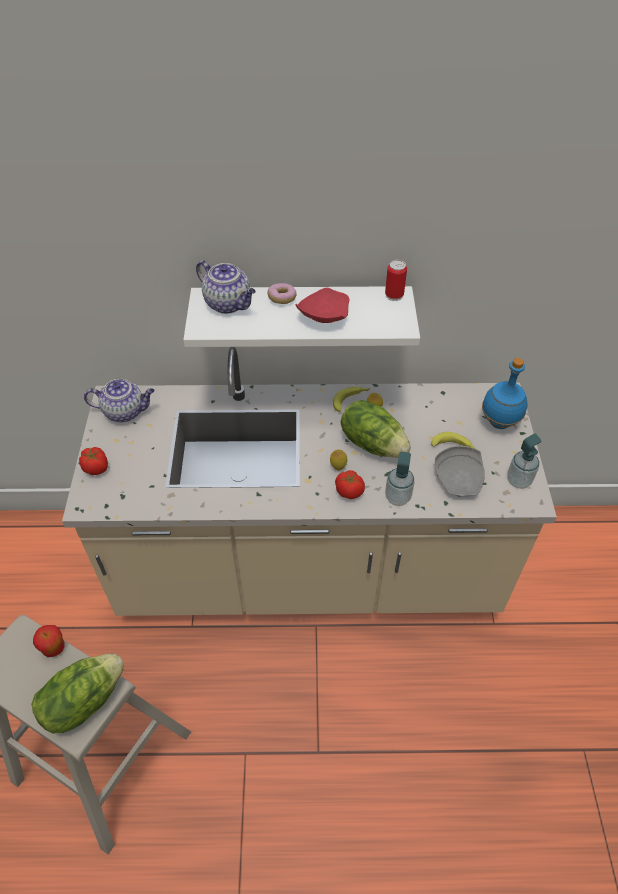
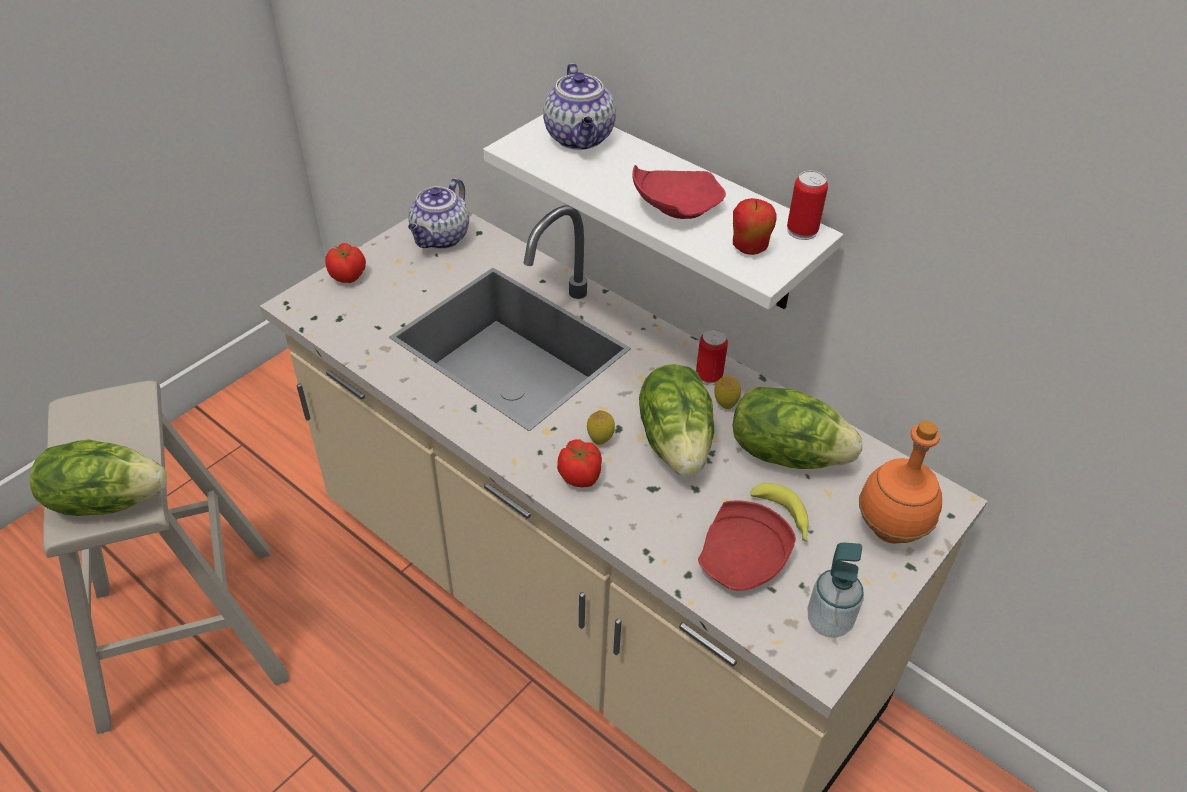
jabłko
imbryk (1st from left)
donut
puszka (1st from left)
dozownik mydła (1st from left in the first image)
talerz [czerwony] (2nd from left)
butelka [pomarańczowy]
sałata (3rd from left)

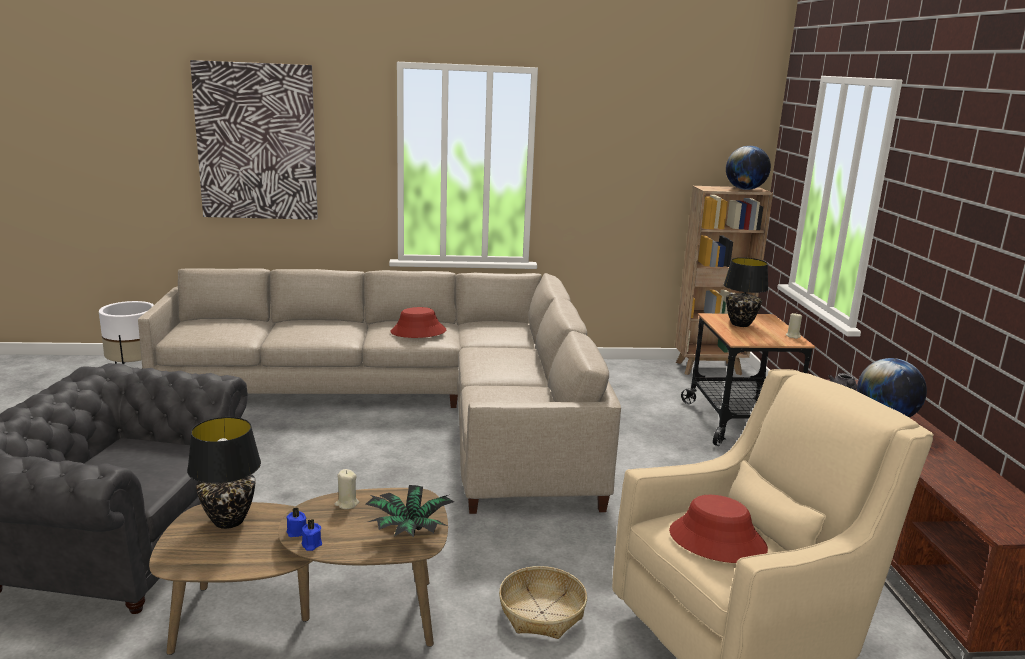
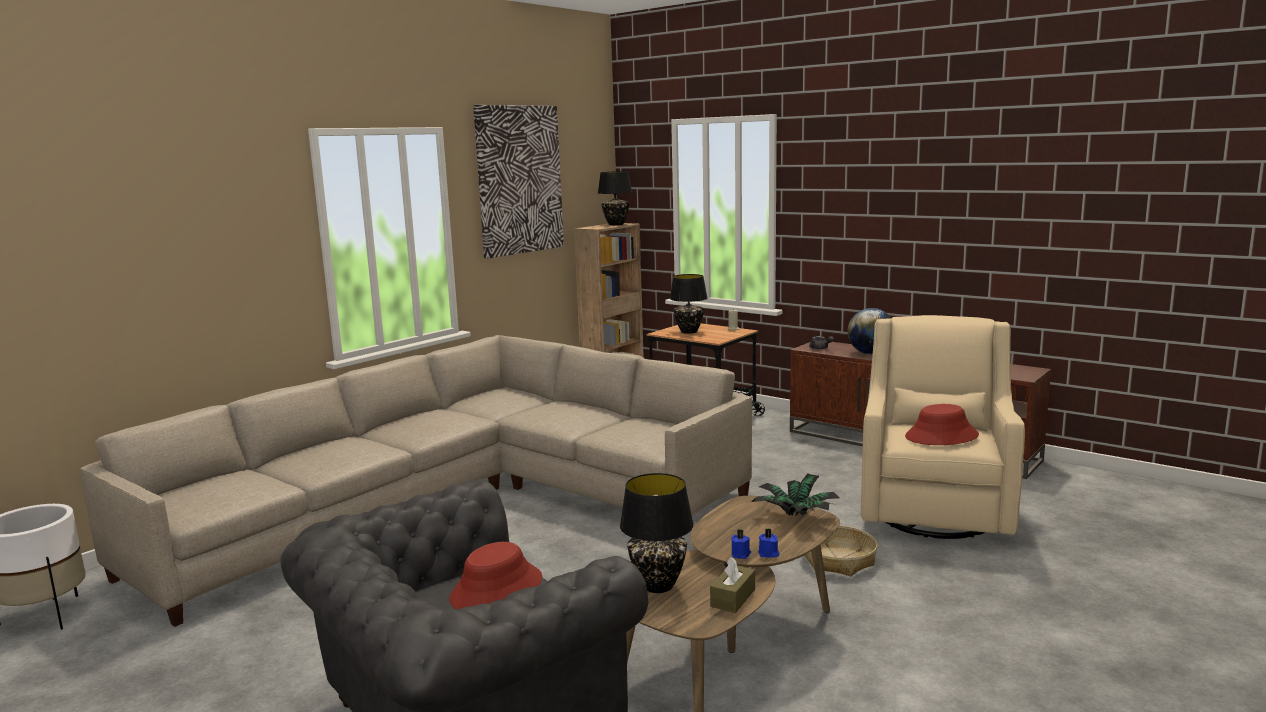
obraz
świeca [beżowy] (1st from left in the first image)
kapelusz [czerwony] (1st from left)
lampa stołowa [czarny] (1st from left)
pudełko chusteczek [brązowy]

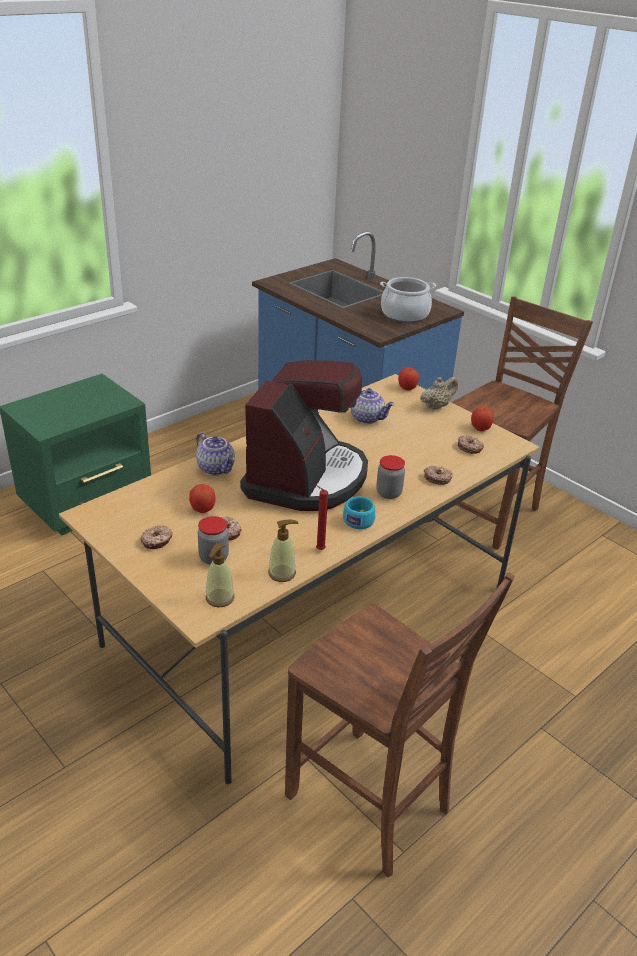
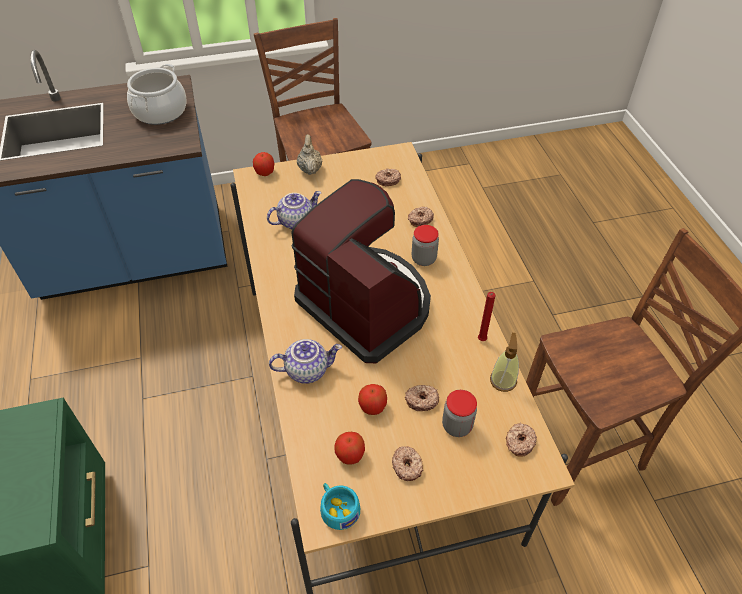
donut (5th from left)
filiżanka [turkusowy]
jabłko (2nd from left)

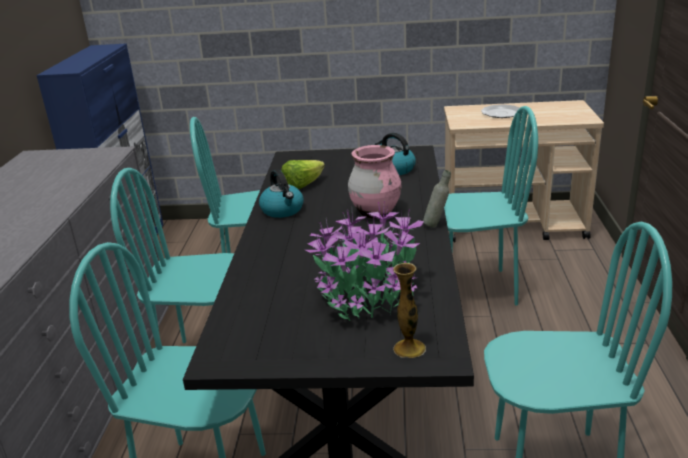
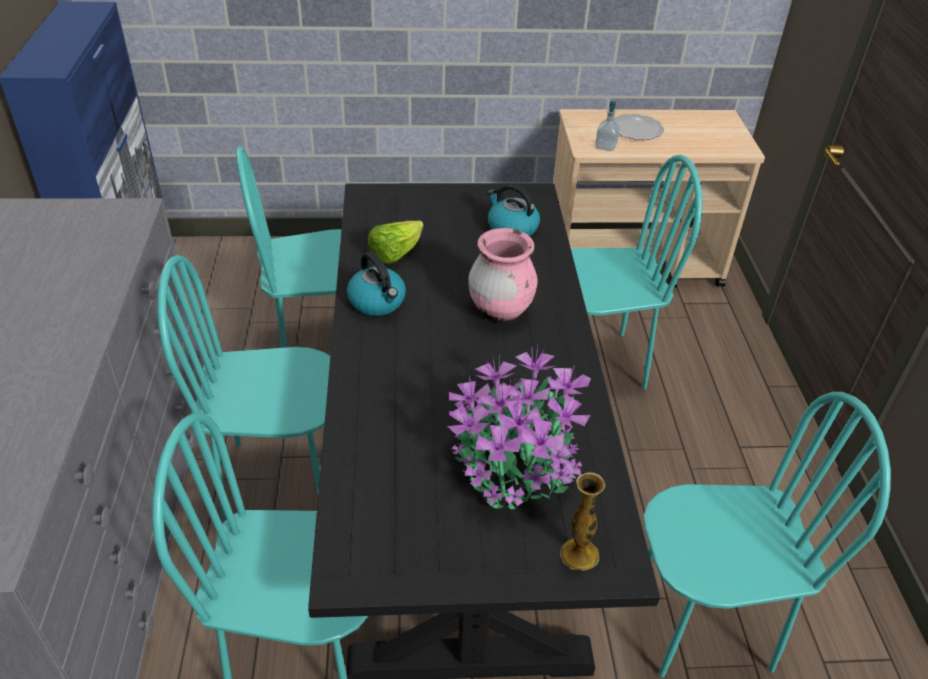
butelka [szary]
dozownik mydła

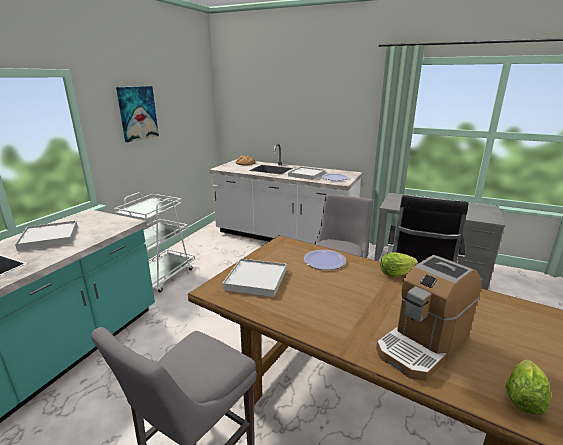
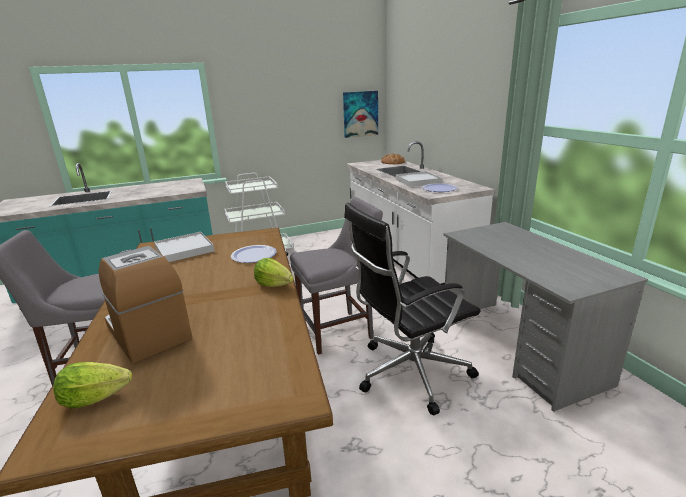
taca [biały] (1st from left in the first image)
obraz
ekspres do kawy

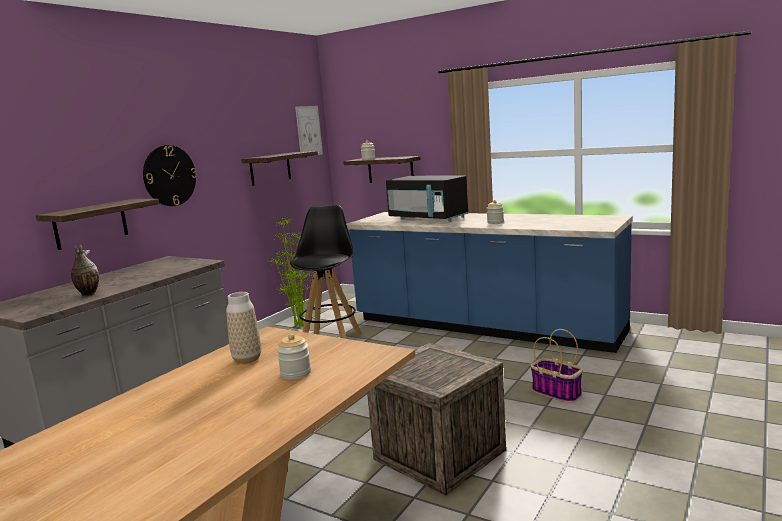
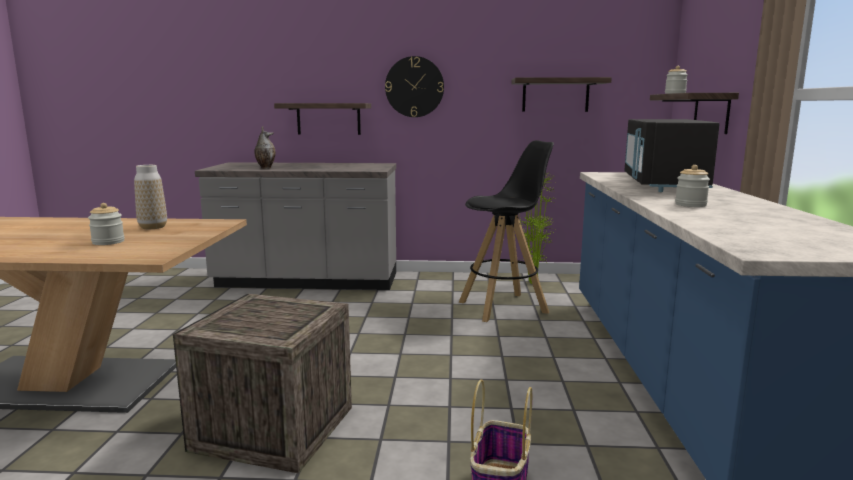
obraz

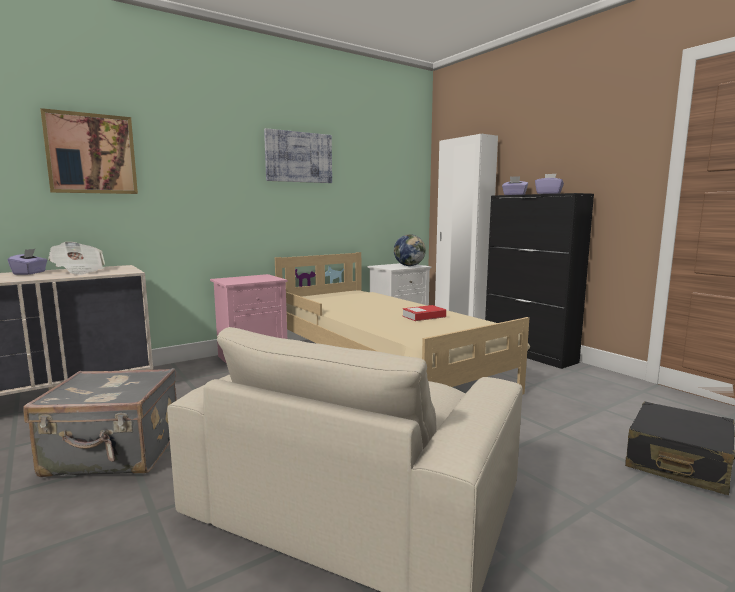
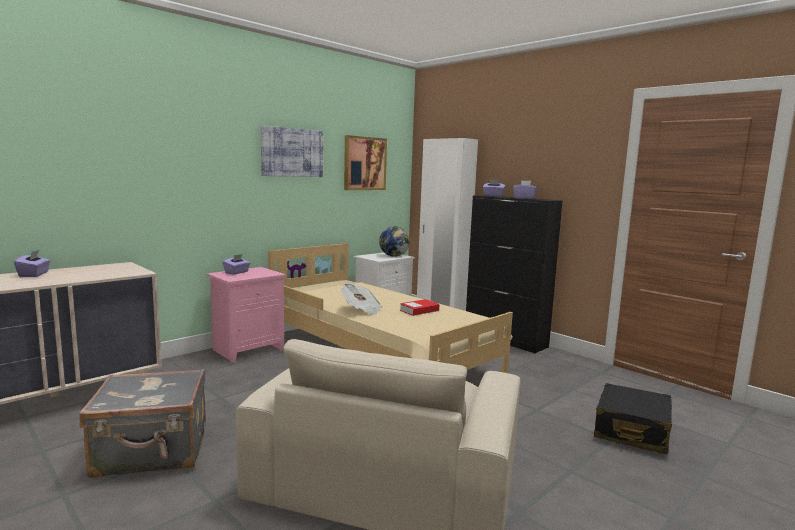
obraz (2nd from left)
gazeta
pudełko chusteczek [fioletowy] (2nd from left)

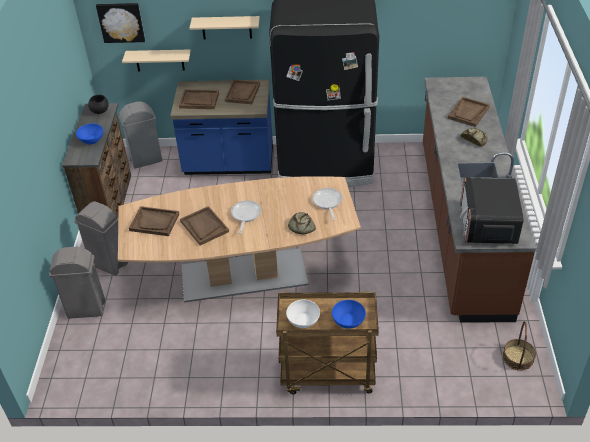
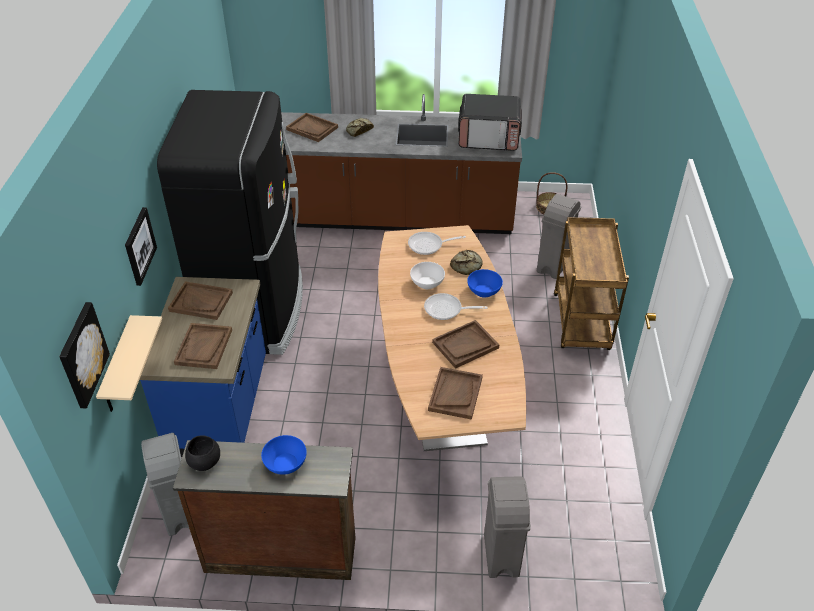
kosz na śmieci [szary] (3rd from left)
obraz (2nd from left)
miska [biały]
miska [niebieski] (2nd from left)

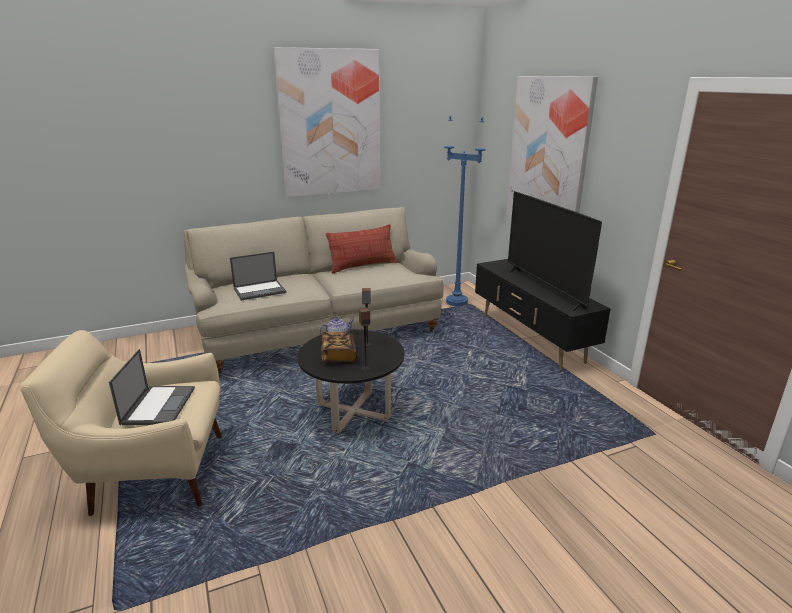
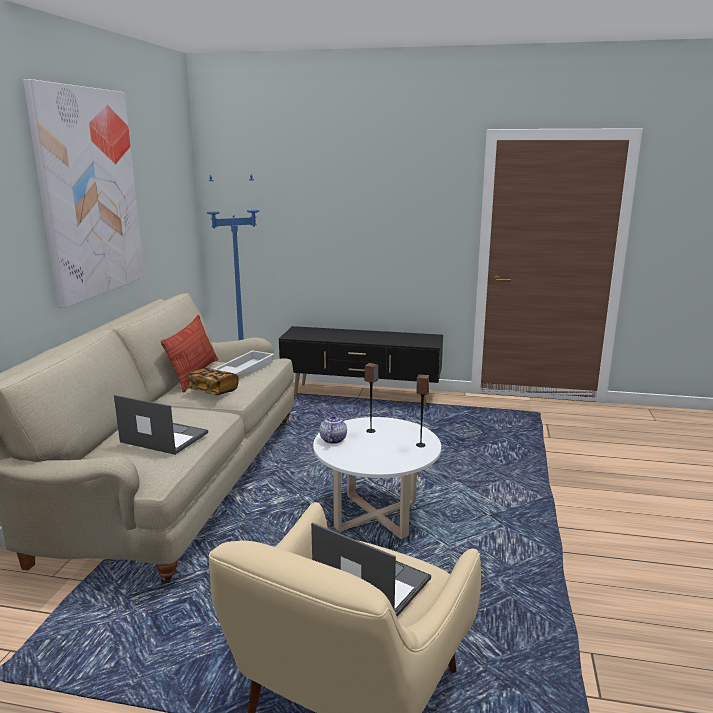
laptop (1st from left)
ława [biały]
książka
obraz (2nd from left in the first image)
telewizor
taca [biały]

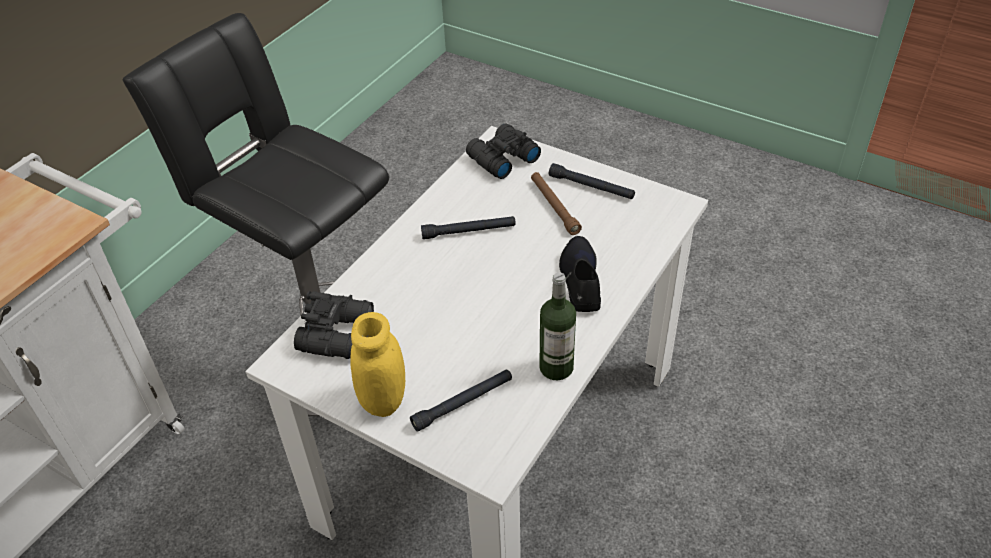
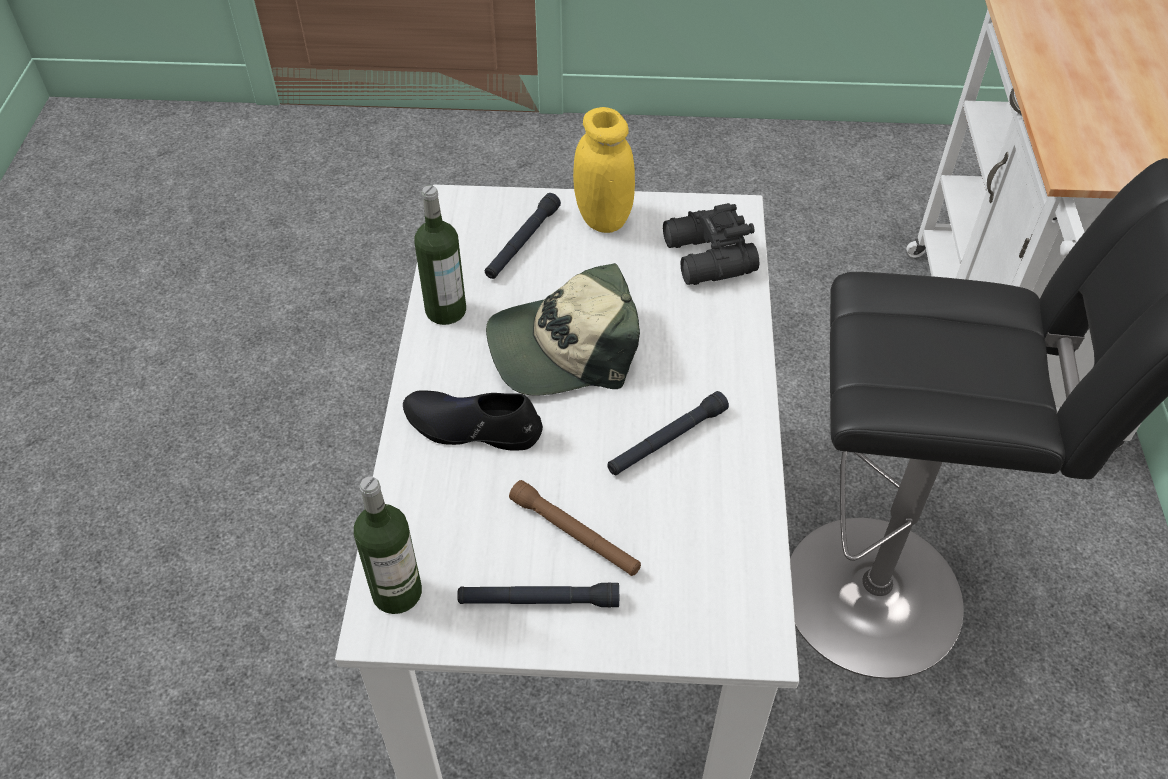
lornetka [czarny] (2nd from left in the first image)
but [czarny]
butelka (1st from left)
czapka z daszkiem

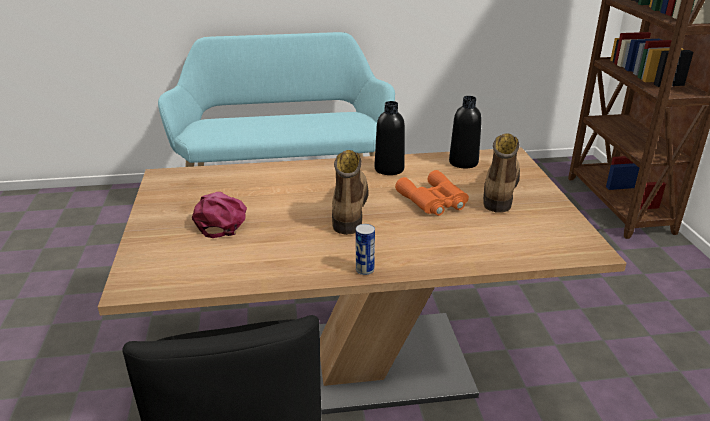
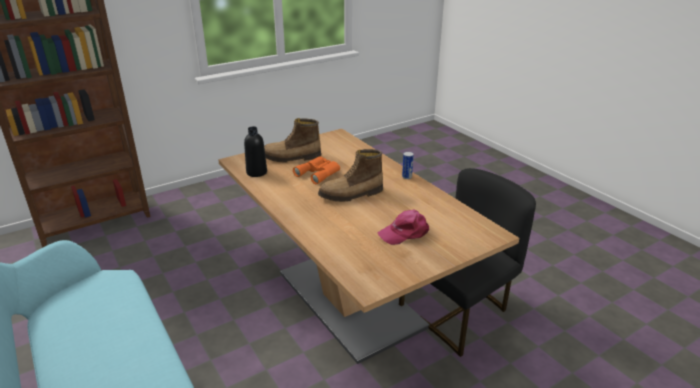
butelka [czarny] (1st from left in the first image)

